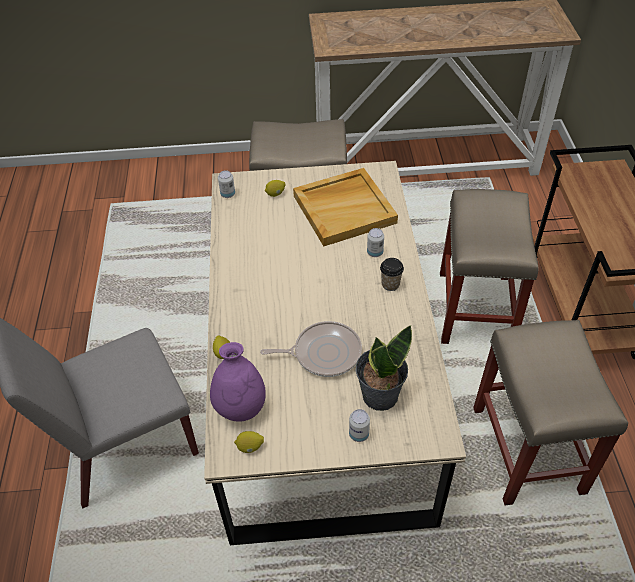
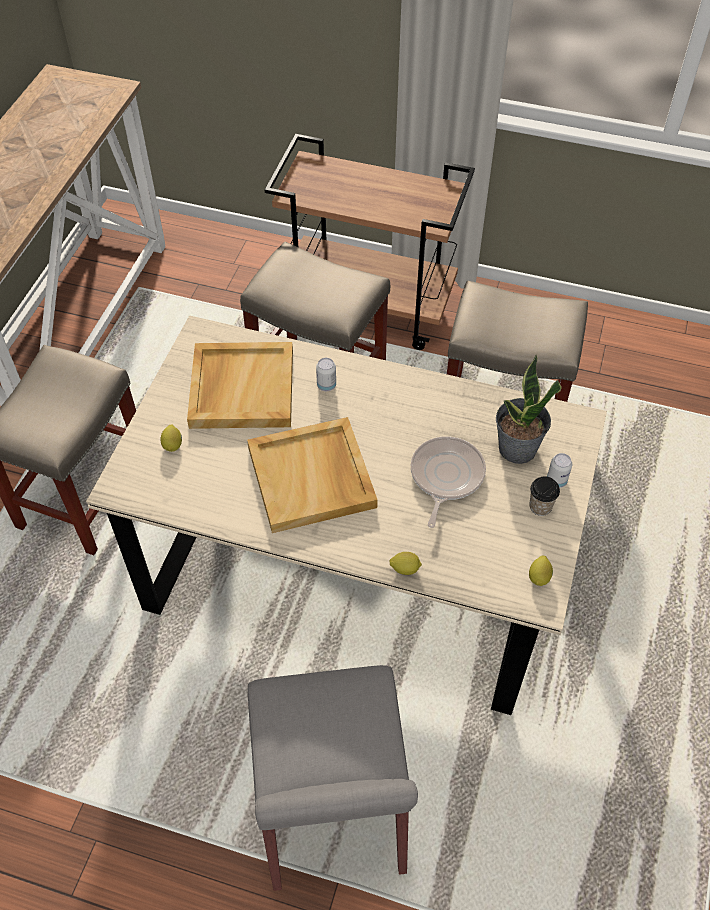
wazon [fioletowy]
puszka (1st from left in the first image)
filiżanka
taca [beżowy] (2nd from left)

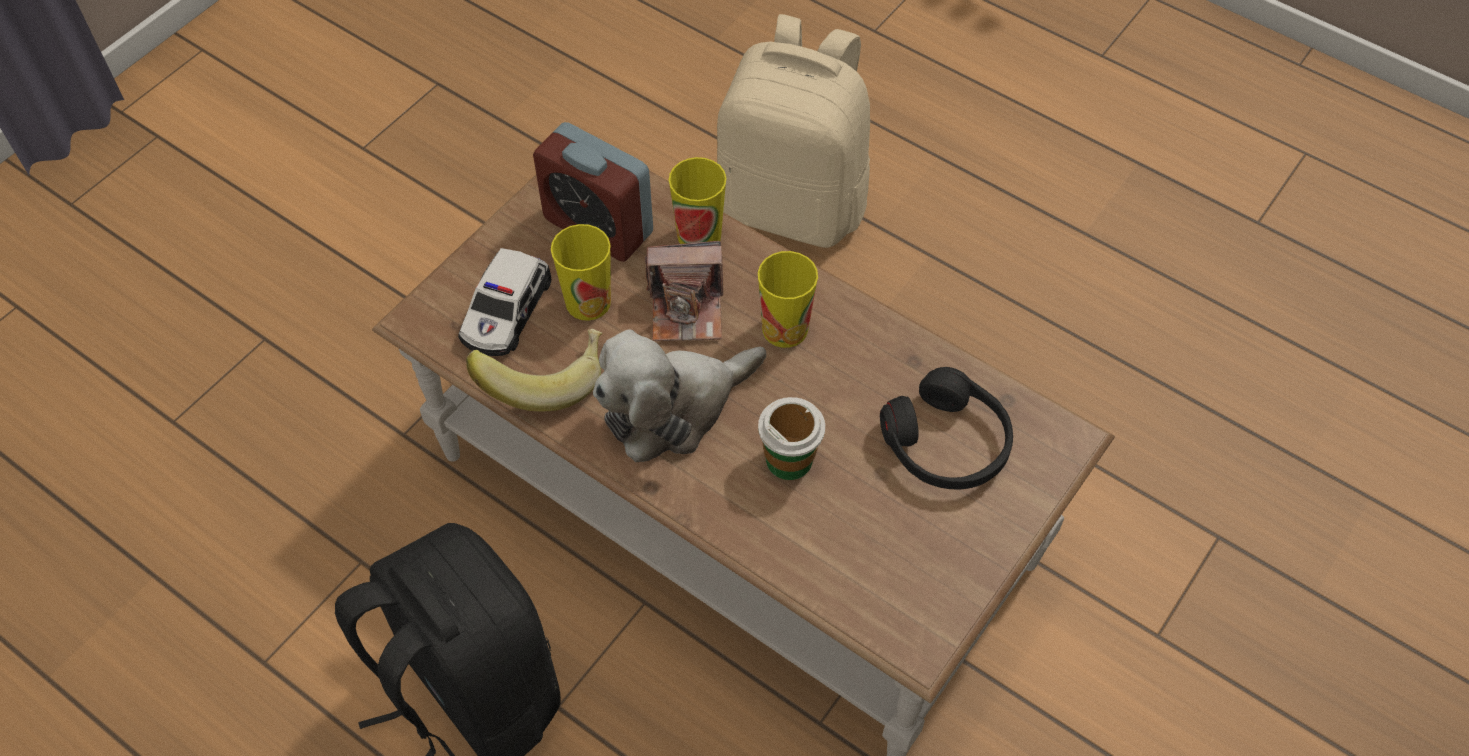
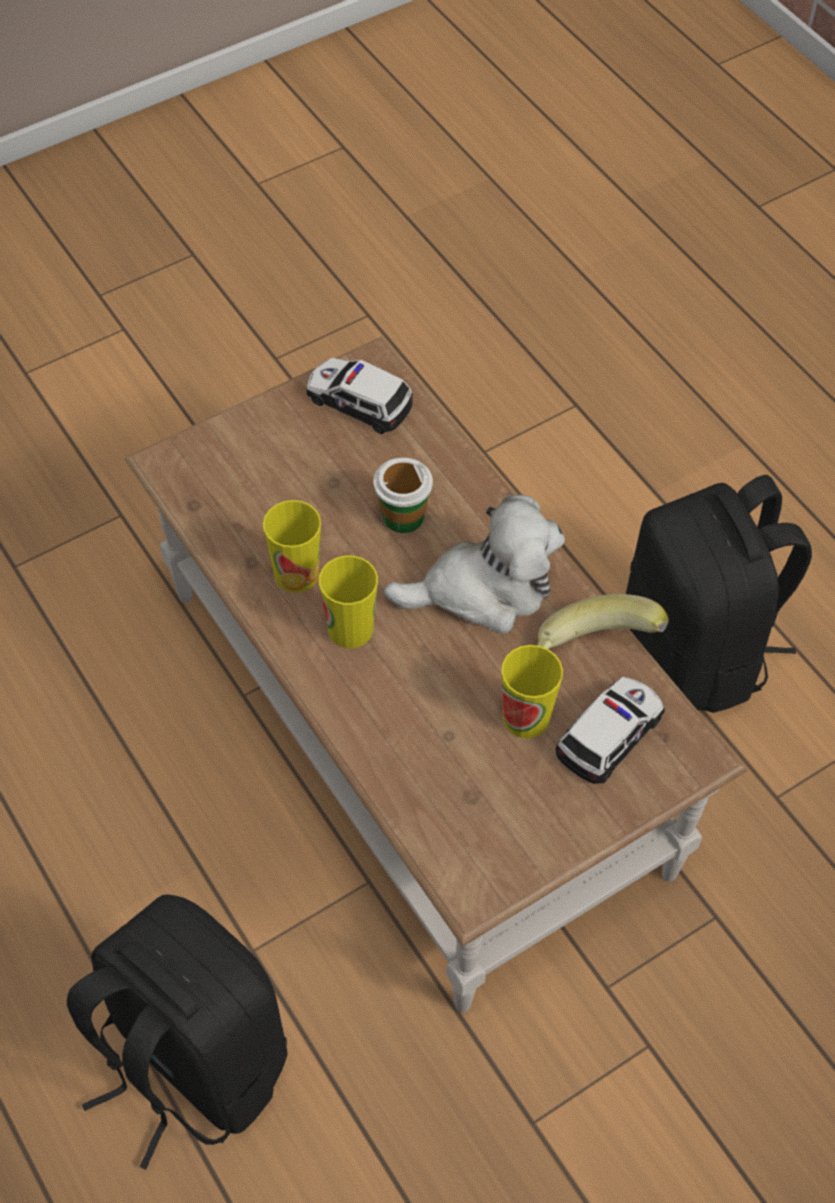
budzik
aparat fotograficzny
filiżanka (1st from left)
plecak [czarny] (1st from left)
słuchawki [czarny]
samochodzik (1st from left)

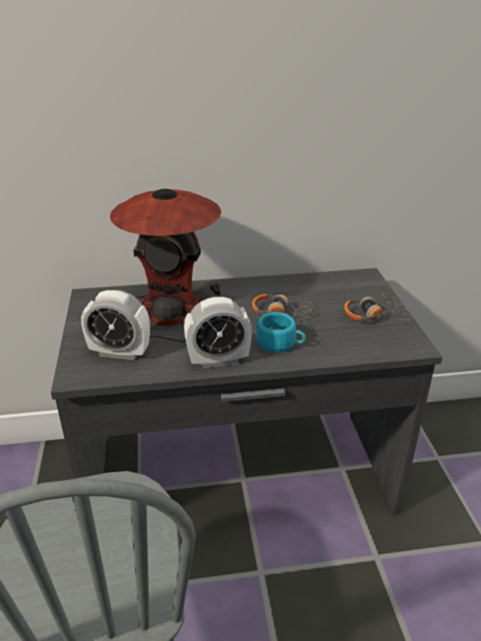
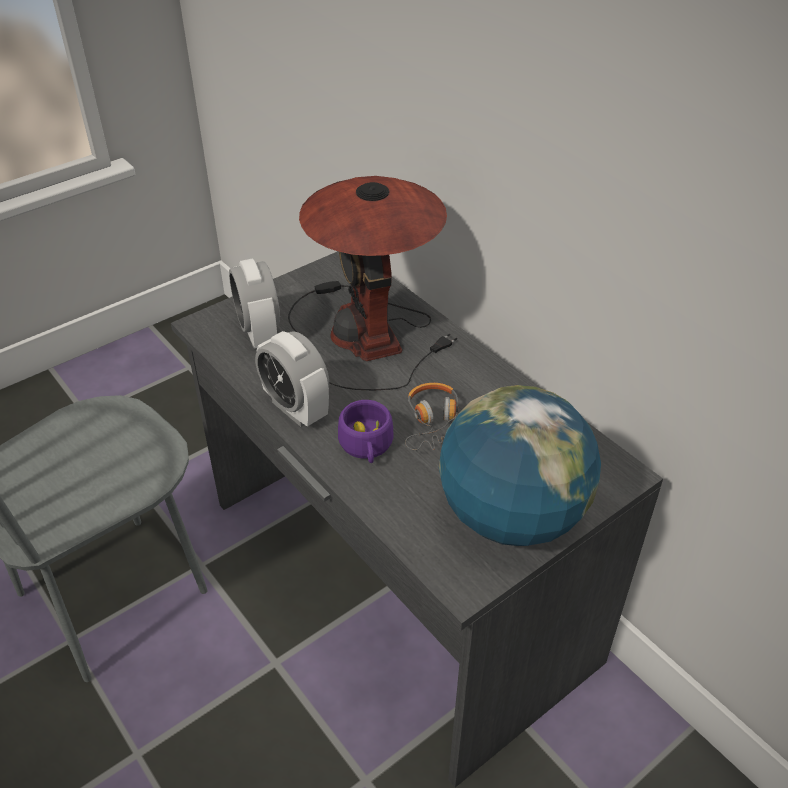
filiżanka [fioletowy]
globus

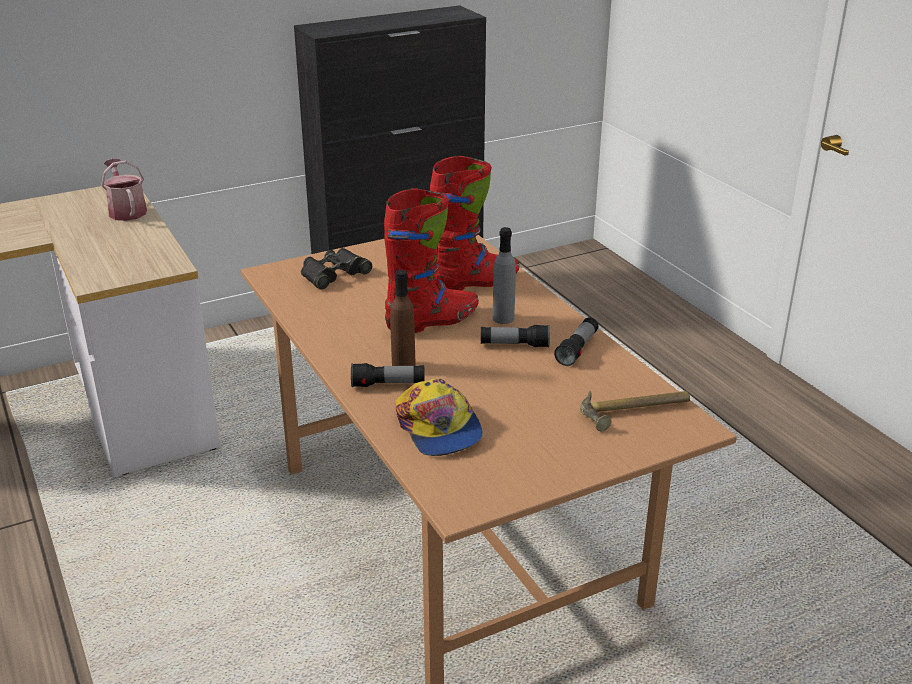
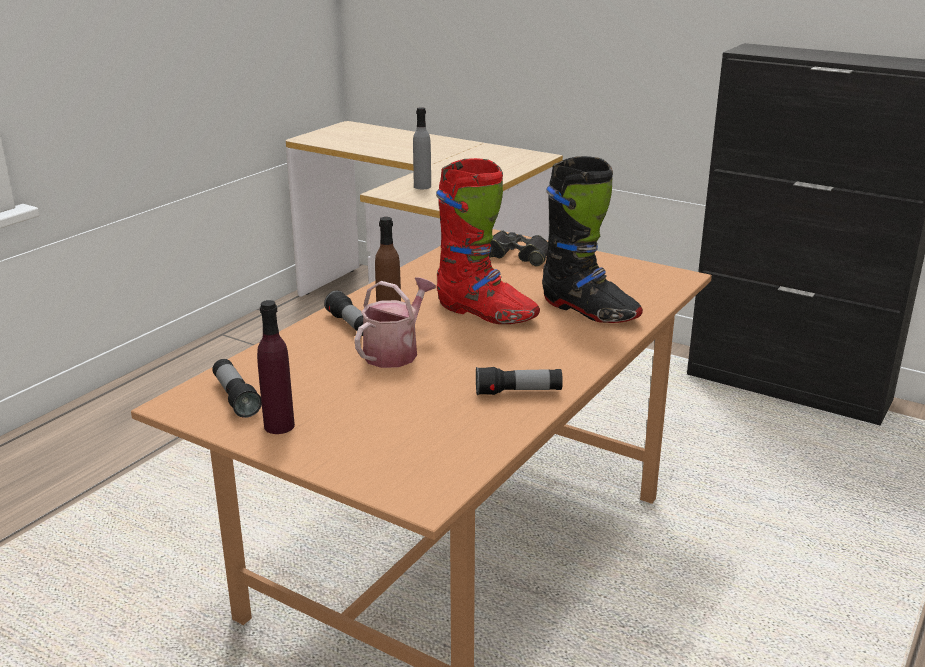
konewka
czapka z daszkiem
but z cholewką [czarny]
latarka (1st from left)
butelka [szary]
młotek
butelka [fioletowy]

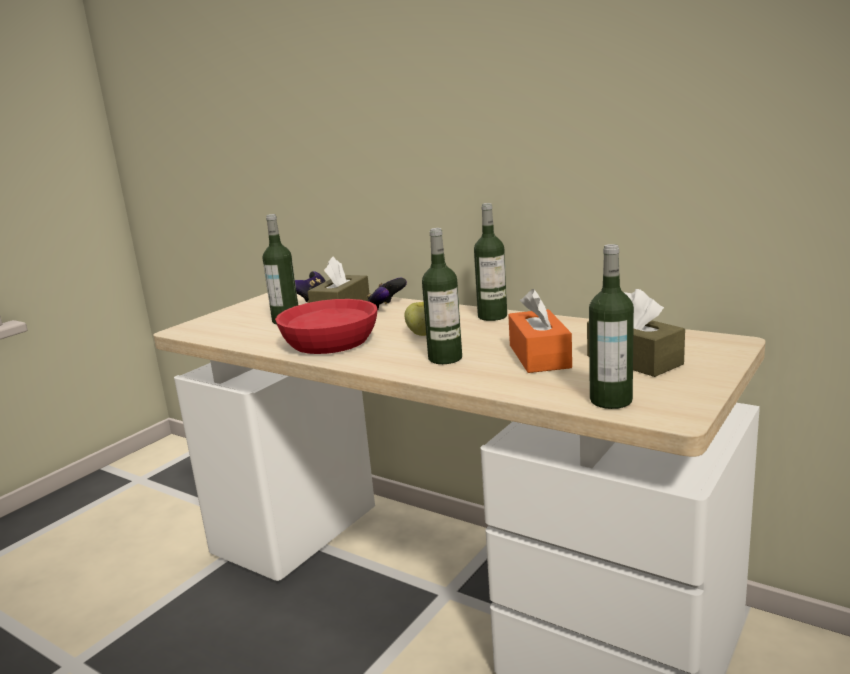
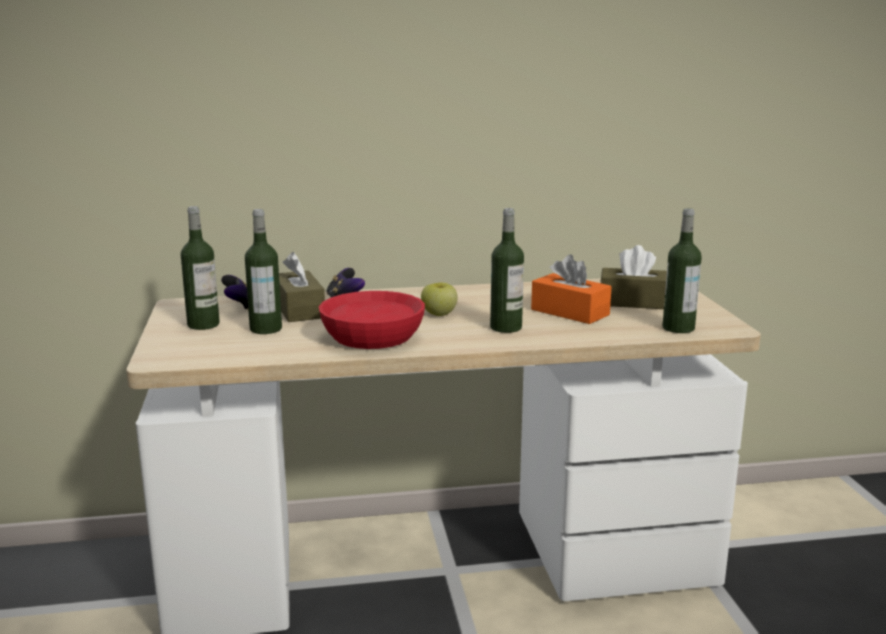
butelka (1st from left)

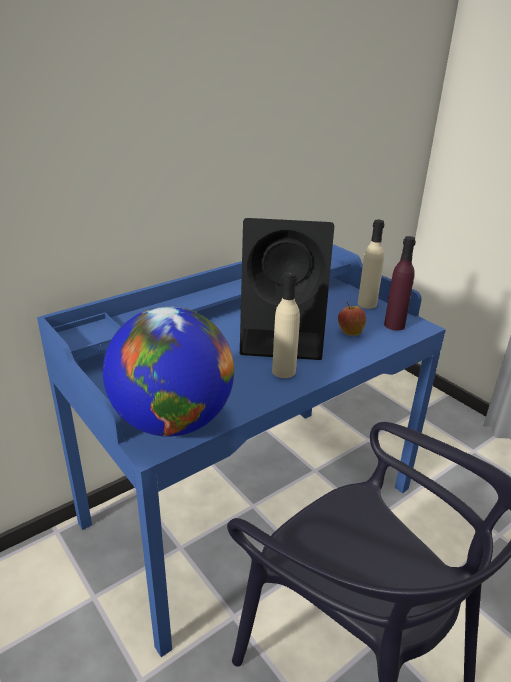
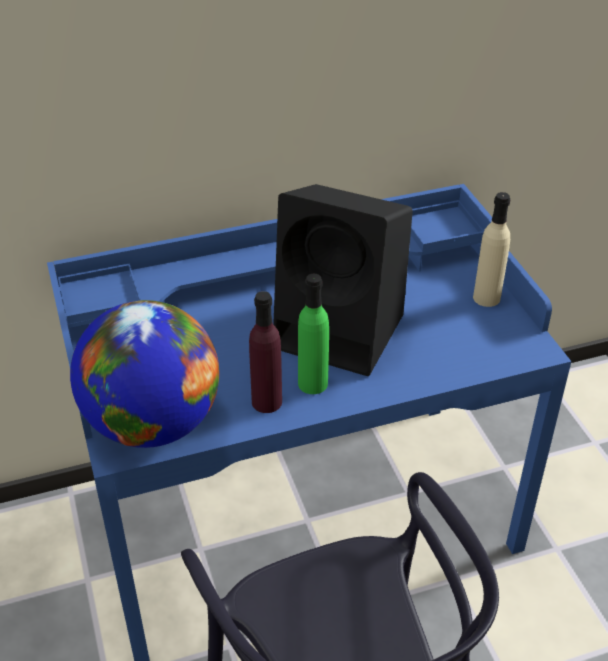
butelka [zielony]
jabłko
butelka [fioletowy]

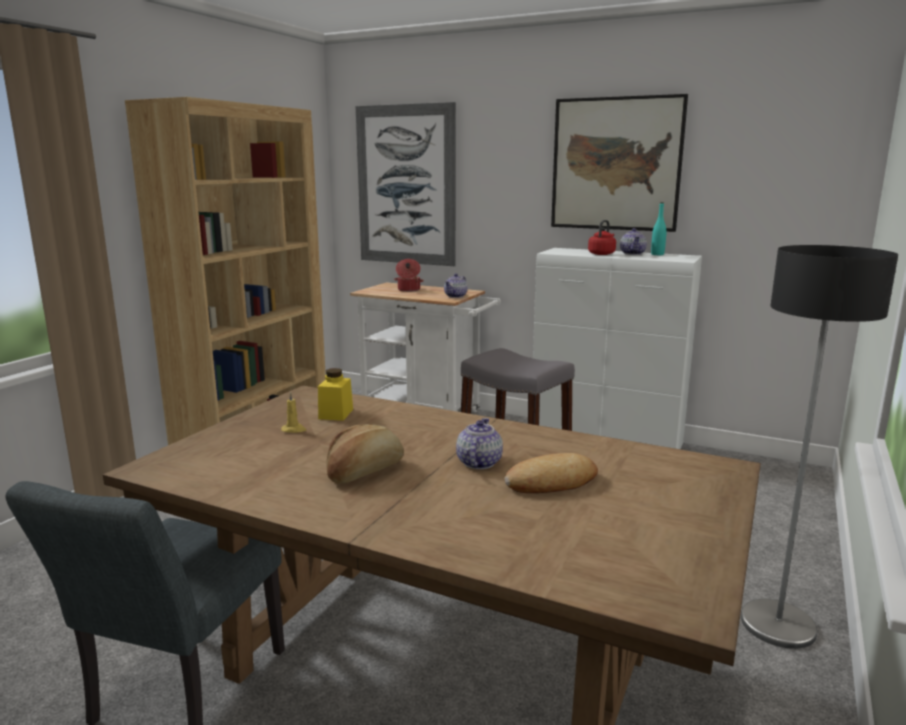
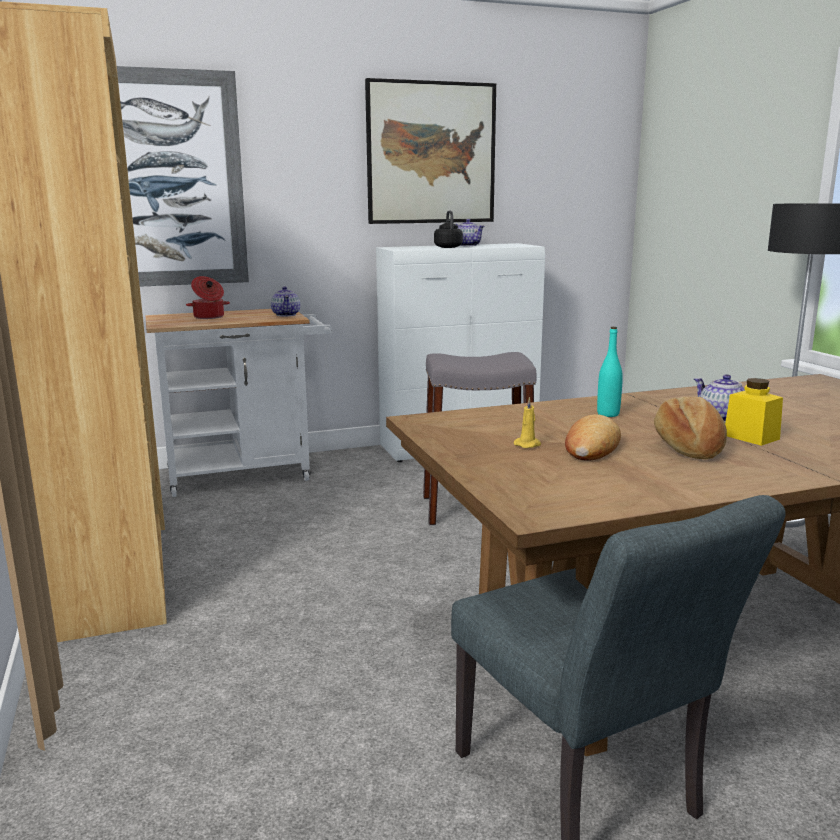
słoik [żółty]
chleb (1st from left)
czajnik [czarny]
butelka [turkusowy]

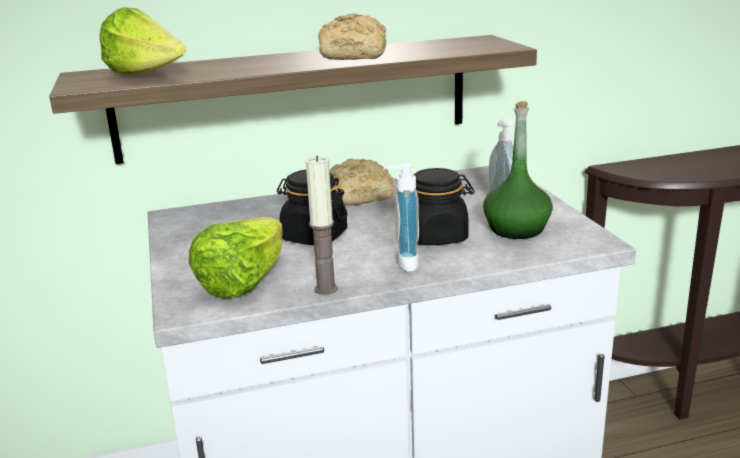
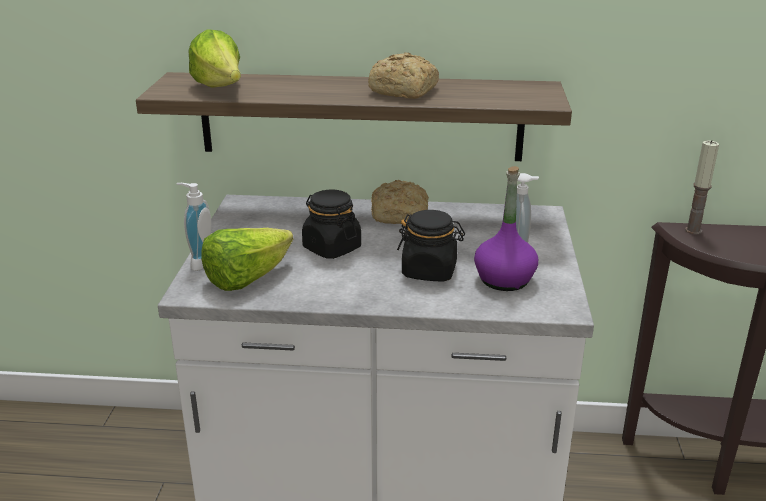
świeca
dozownik mydła (1st from left)
butelka [fioletowy]

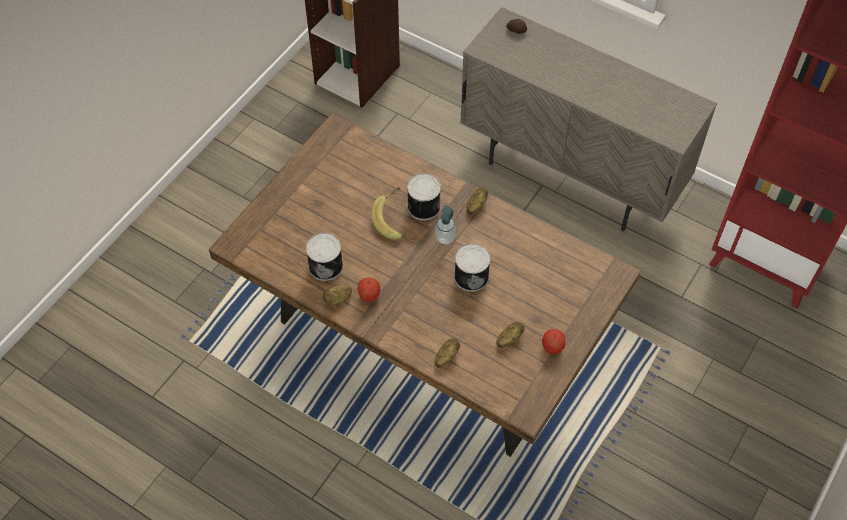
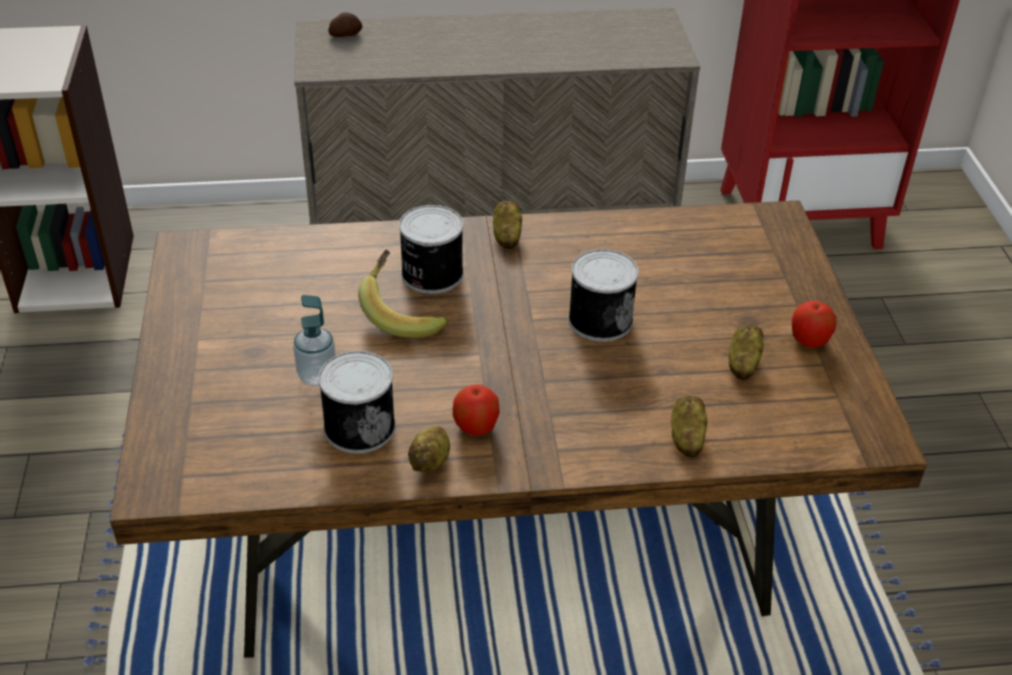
dozownik mydła

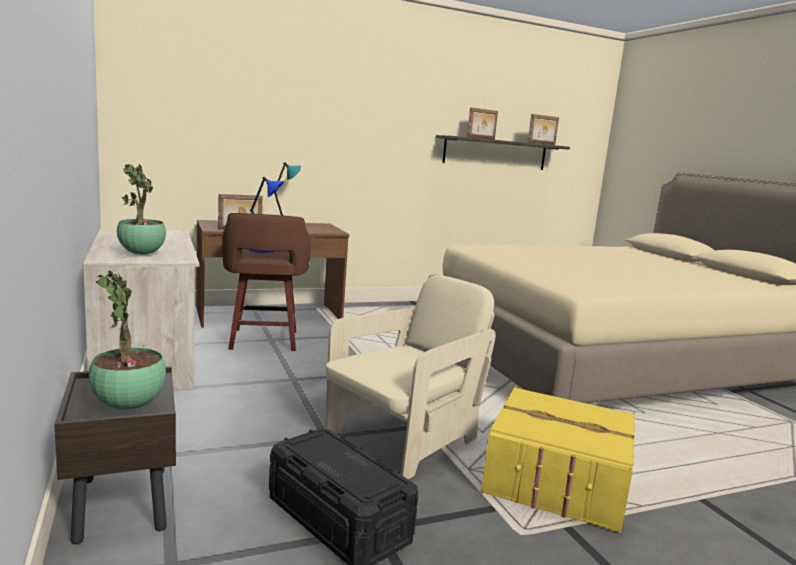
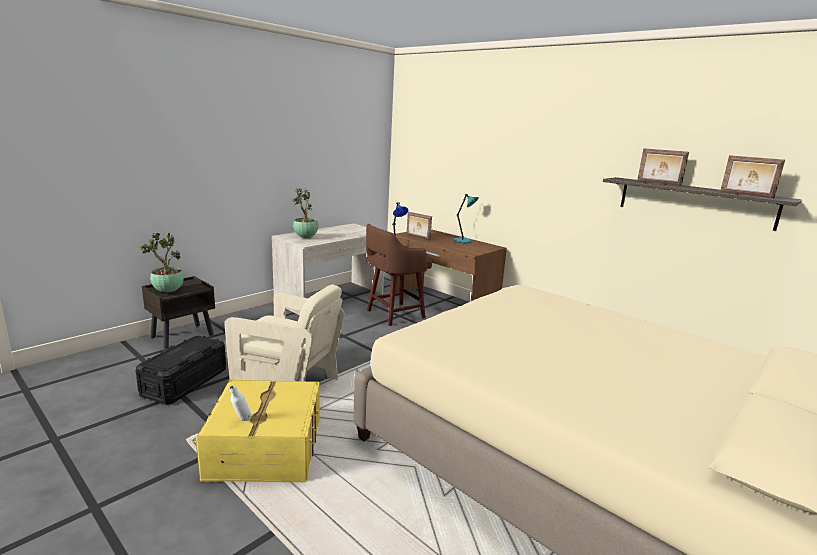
butelka [biały]

